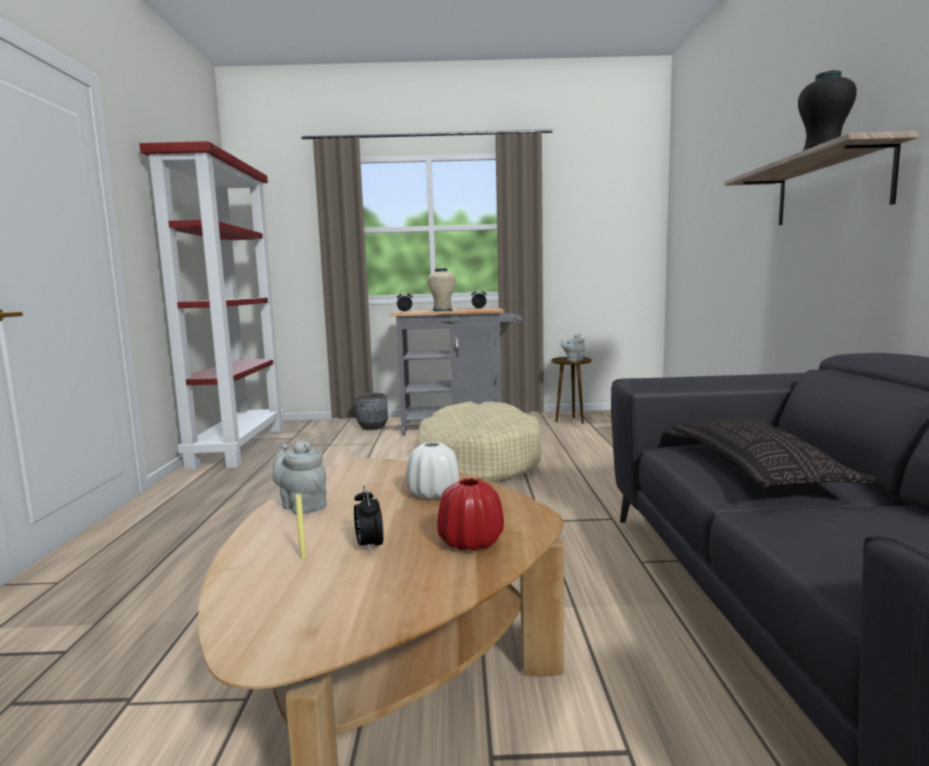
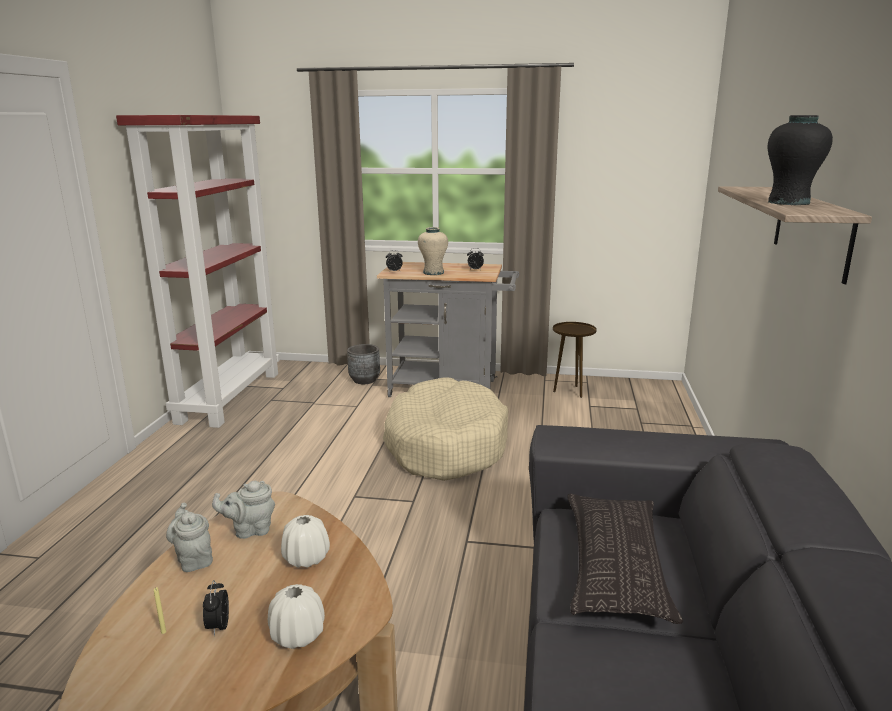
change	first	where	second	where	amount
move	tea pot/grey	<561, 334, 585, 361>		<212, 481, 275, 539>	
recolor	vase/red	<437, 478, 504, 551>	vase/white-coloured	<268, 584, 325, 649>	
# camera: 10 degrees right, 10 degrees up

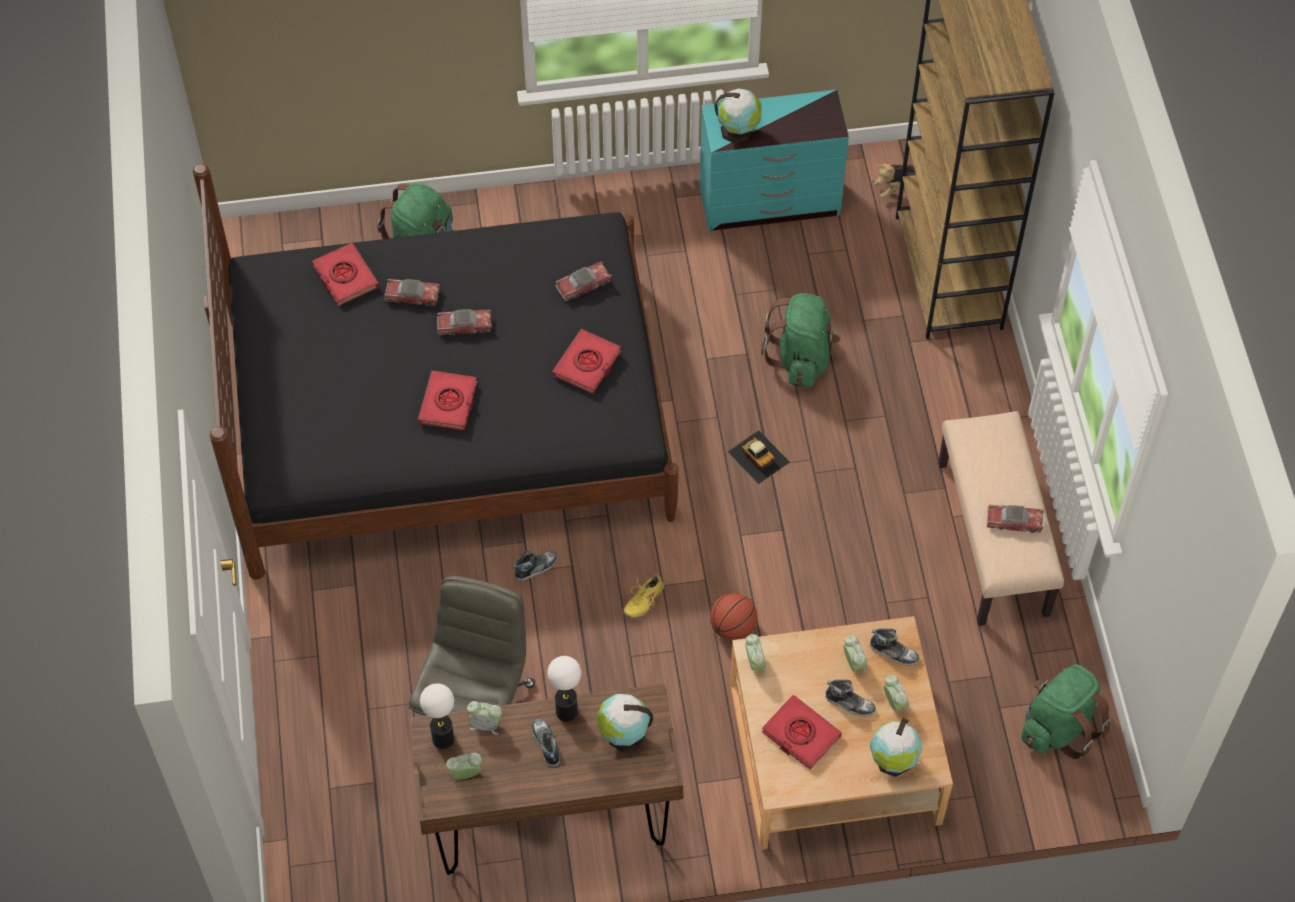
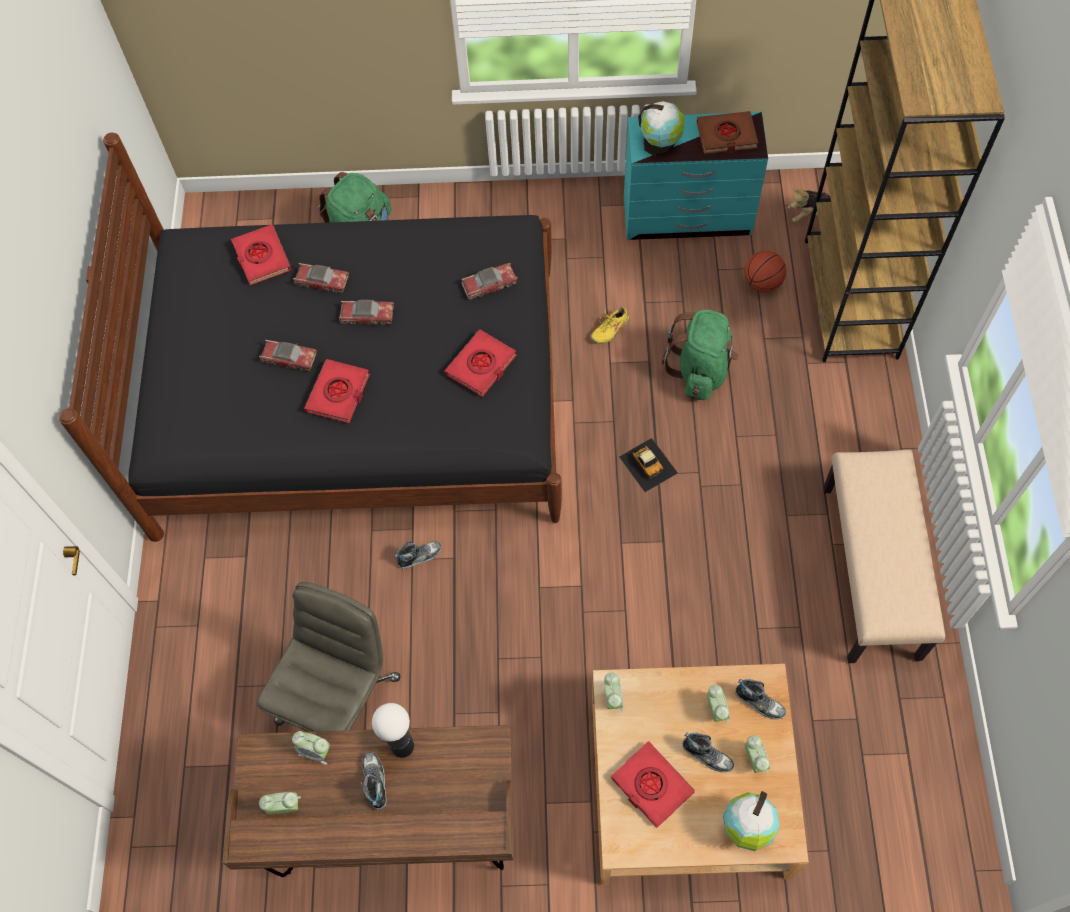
change	first	where	second	where	amount
move	model car	<987, 505, 1044, 533>		<259, 340, 317, 371>	
move	item of footwear/yellow-coloured	<623, 574, 665, 618>		<590, 306, 629, 344>	
insert			volume/brownish	<696, 111, 758, 154>	
move	basketball ball	<710, 593, 757, 640>		<744, 251, 786, 292>	
delete	lamp for a table	<420, 683, 454, 749>			
delete	globe	<596, 694, 653, 753>			
delete	backpack/green	<1021, 664, 1111, 759>			
# camera: 10 degrees right, 5 degrees up

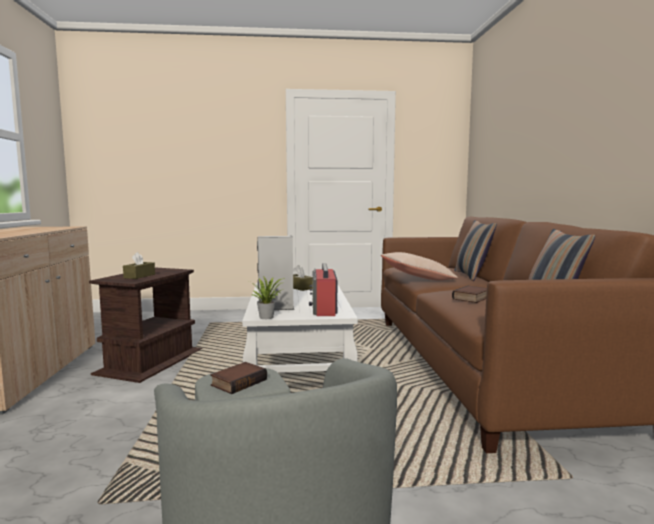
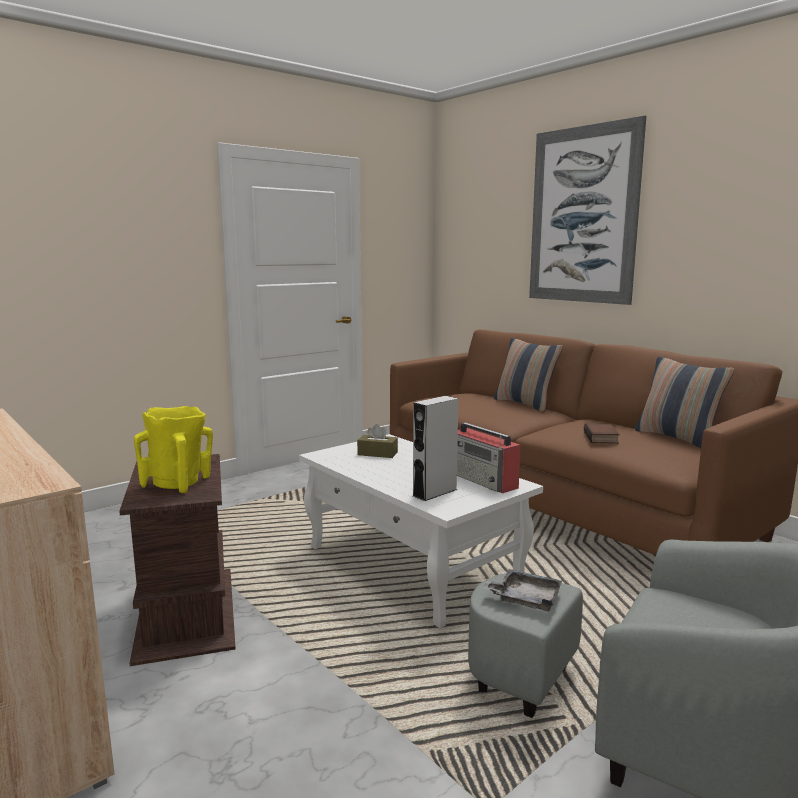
change	first	where	second	where	amount
replace	tissue box/brownish	<123, 252, 155, 279>	vase/yellow-coloured	<134, 406, 213, 493>	
replace	volume	<210, 362, 267, 394>	tray/grey	<482, 569, 562, 611>	
insert			wall picture	<529, 115, 646, 305>	
delete	plant in a pot	<249, 277, 285, 319>			
delete	throw pillow/beige-coloured	<381, 252, 458, 280>			
# camera: 35 degrees left, 5 degrees up

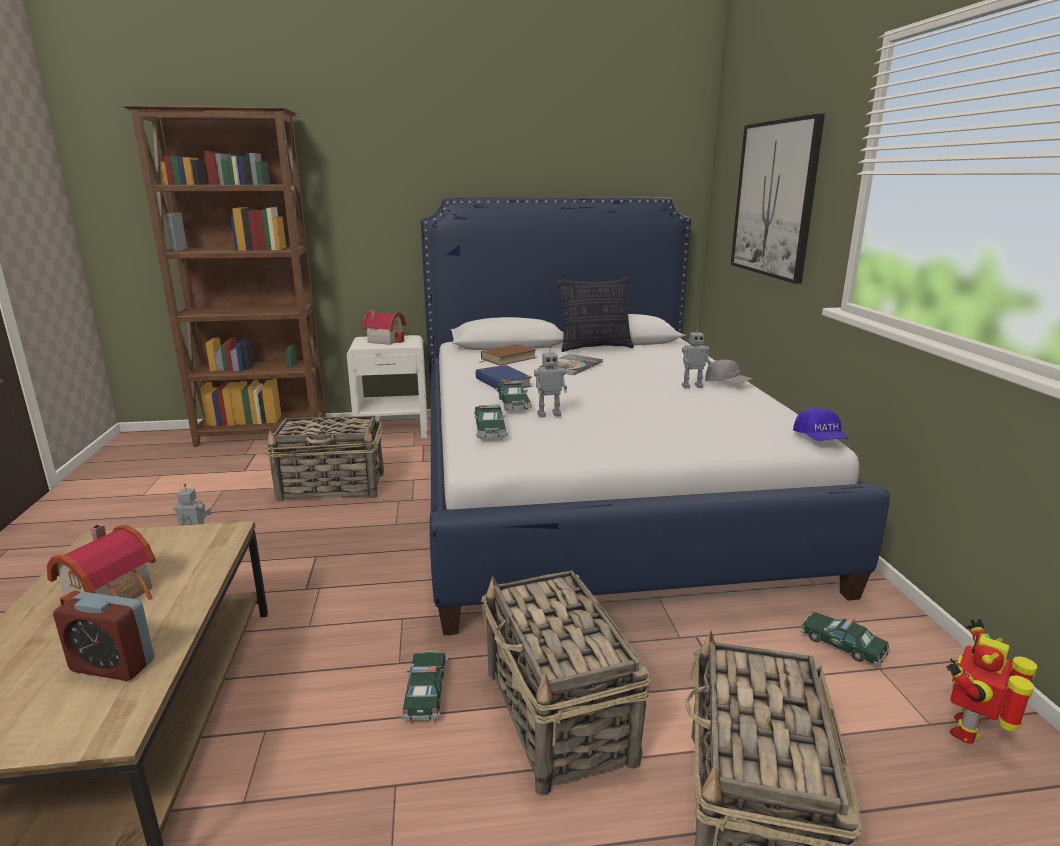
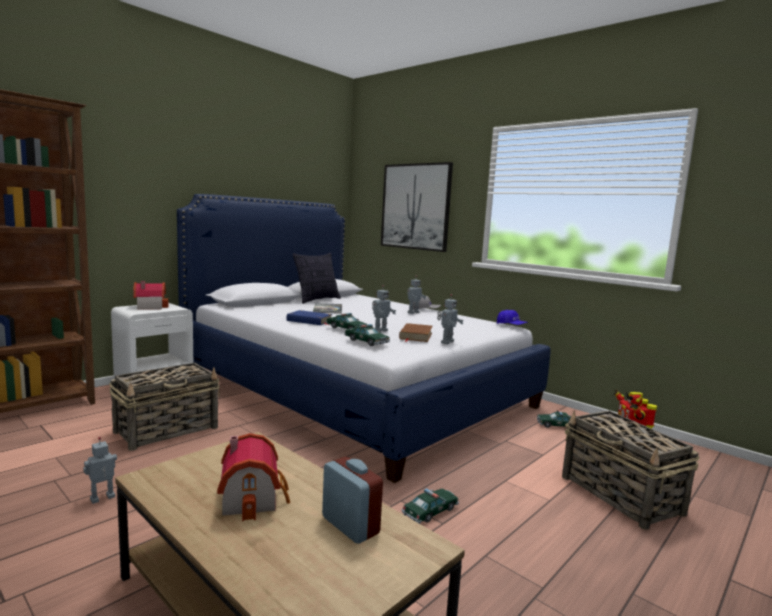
change	first	where	second	where	amount
rotate	bedside clock	<53, 592, 155, 681>		<322, 457, 383, 544>	105 degrees counterclockwise
move	volume/brownish	<479, 344, 536, 366>		<399, 323, 432, 342>	
rotate	model car	<401, 651, 447, 722>		<402, 488, 459, 524>	90 degrees clockwise
insert			robot figure	<437, 294, 464, 344>	
delete	storage basket	<481, 570, 651, 796>			
# camera: 40 degrees left, 10 degrees down

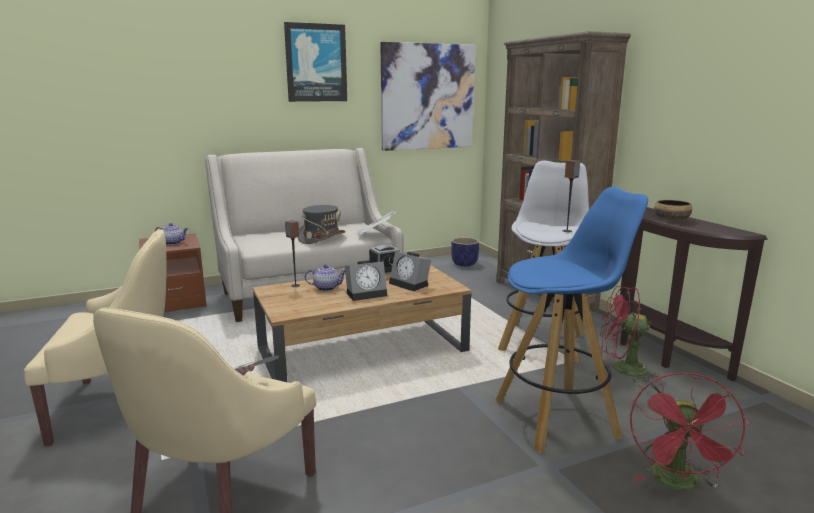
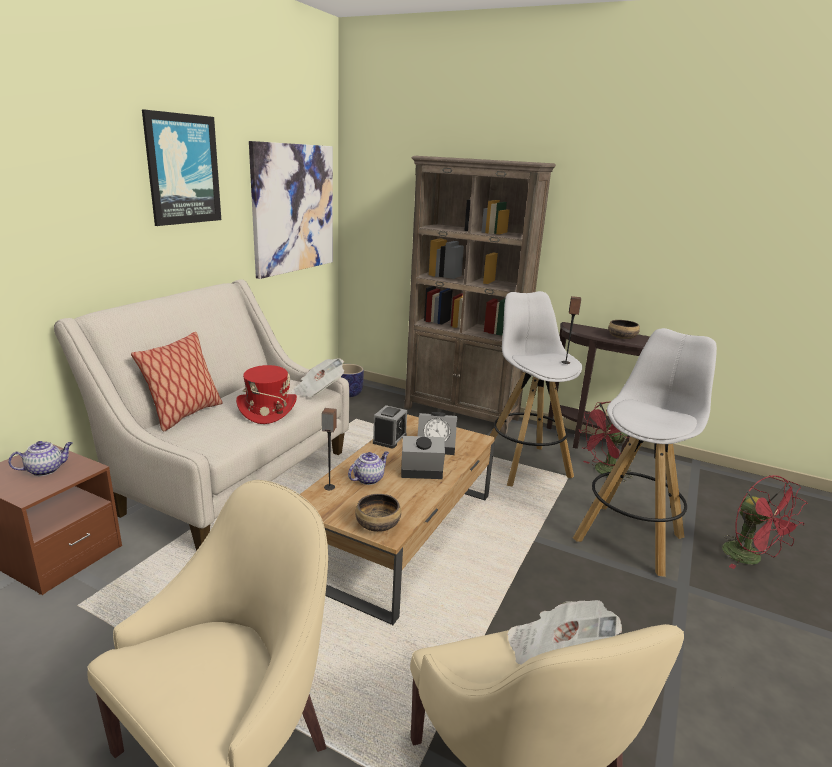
change	first	where	second	where	amount
insert			throw pillow	<131, 332, 223, 431>	
recolor	clothing hat/grey	<297, 205, 345, 244>	clothing hat/red	<236, 365, 297, 424>	
insert			serving bowl	<355, 494, 401, 532>	
rotate	bedside clock	<345, 260, 387, 301>		<401, 436, 445, 479>	120 degrees counterclockwise
recolor	stool/blue	<495, 187, 648, 453>	stool/white-coloured	<573, 328, 717, 577>	
# camera: 40 degrees left, 5 degrees up

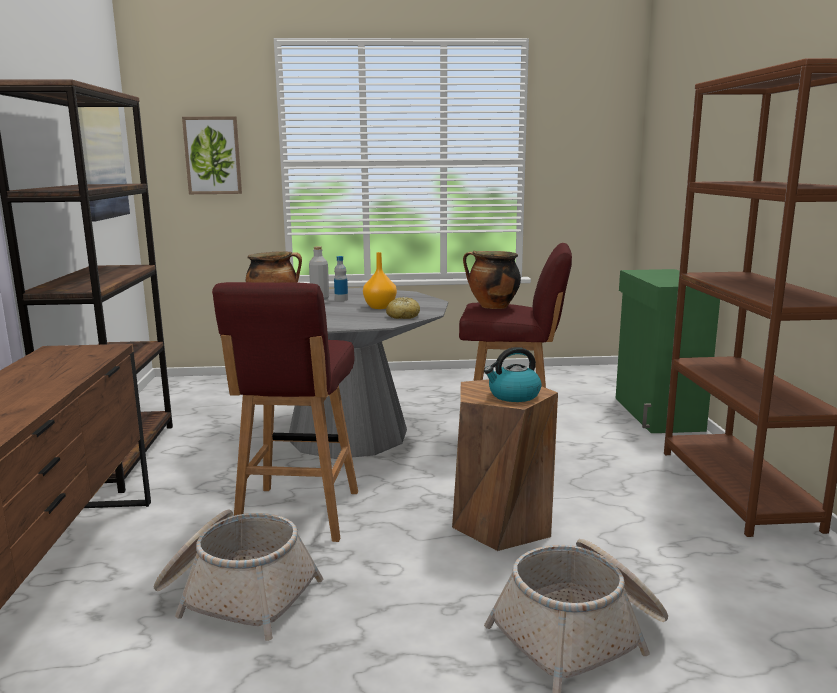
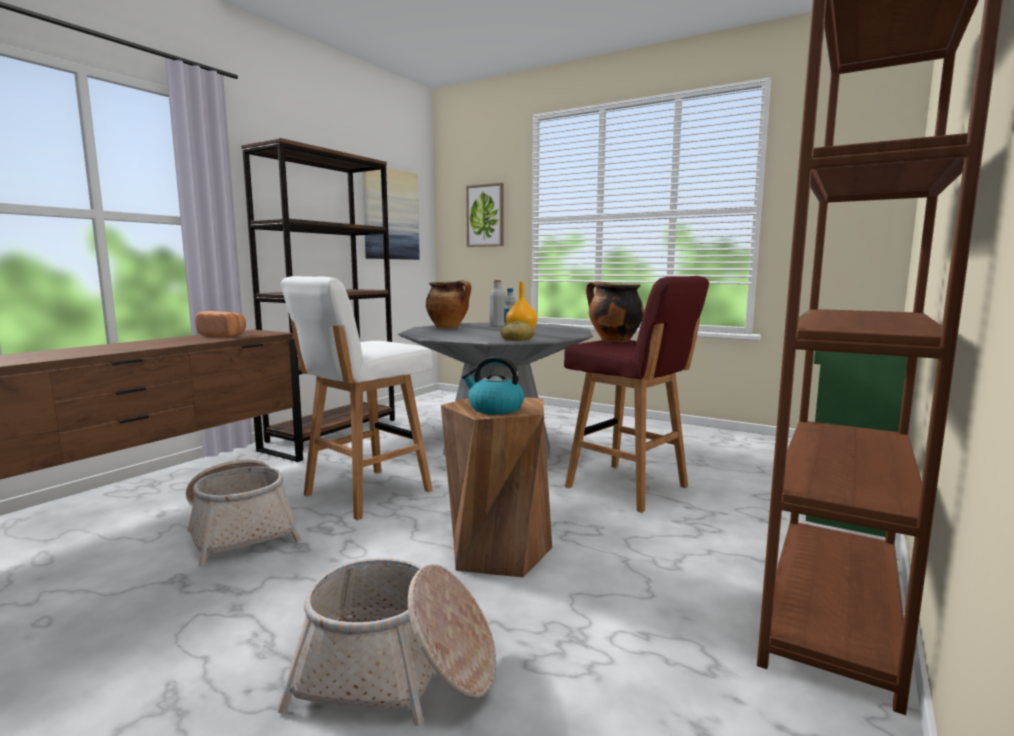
change	first	where	second	where	amount
insert			bread	<195, 311, 246, 337>	
recolor	stool/red	<212, 282, 358, 542>	stool/white-coloured	<281, 276, 433, 520>	
# camera: 35 degrees right, 5 degrees down

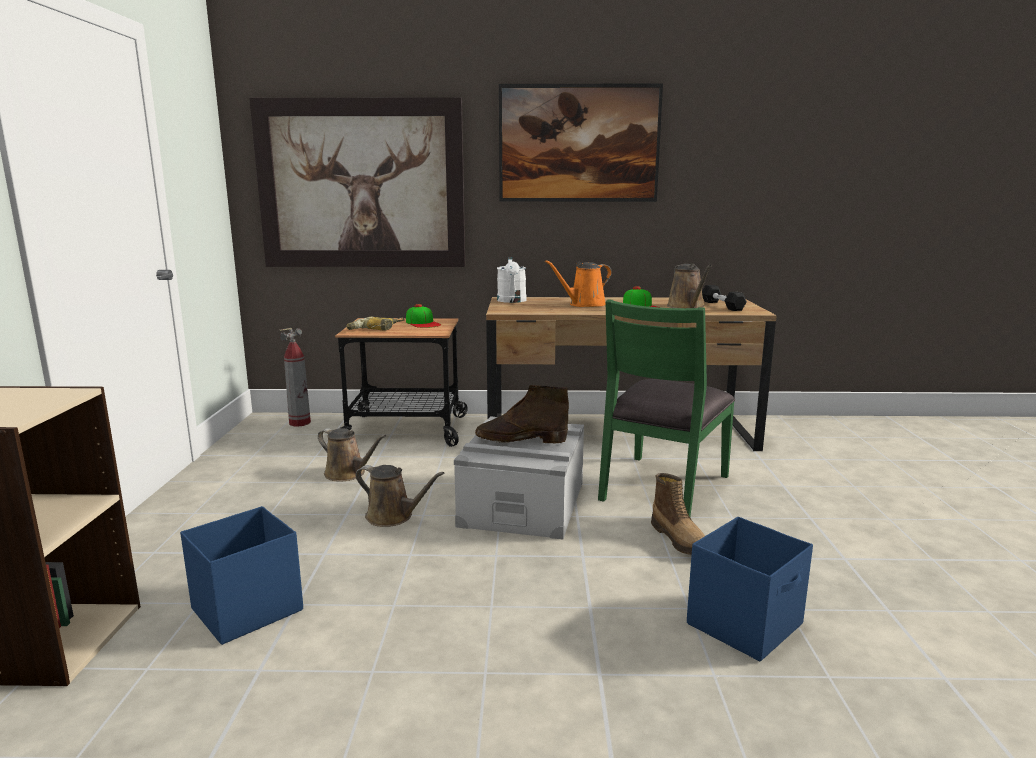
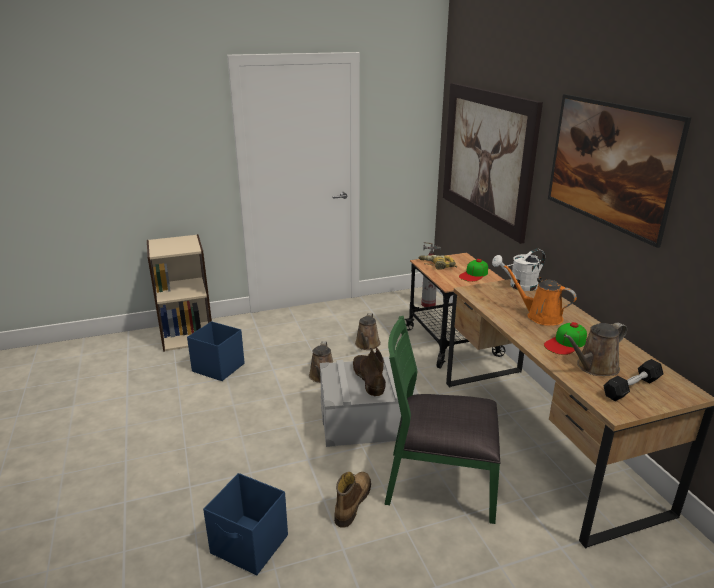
change	first	where	second	where	amount
rotate	boot	<651, 473, 705, 555>		<334, 472, 371, 528>	150 degrees clockwise
# camera: 70 degrees right, 10 degrees up

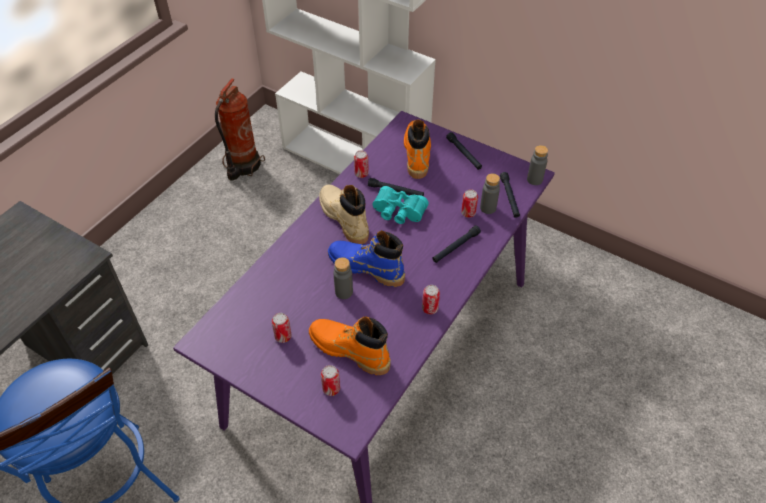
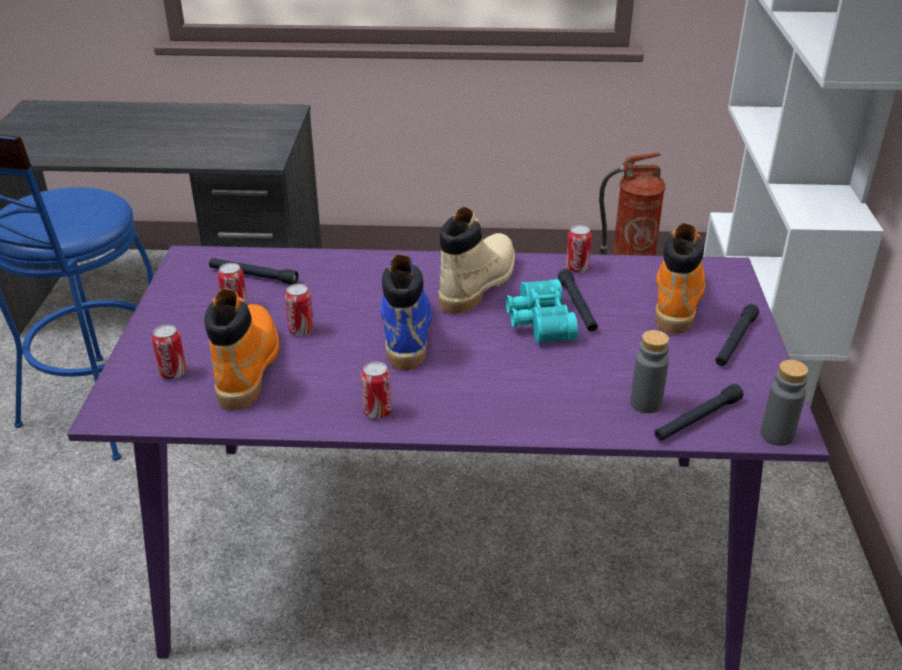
change	first	where	second	where	amount
move	torch/black-coloured	<433, 226, 481, 263>		<209, 258, 298, 285>	
move	sealed can	<461, 189, 478, 218>		<285, 284, 314, 336>	
rotate	boot/orange	<404, 119, 431, 179>		<655, 223, 705, 334>	45 degrees counterclockwise
delete	beverage bottle/grey	<334, 257, 353, 299>			
# camera: 60 degrees right, 15 degrees down

